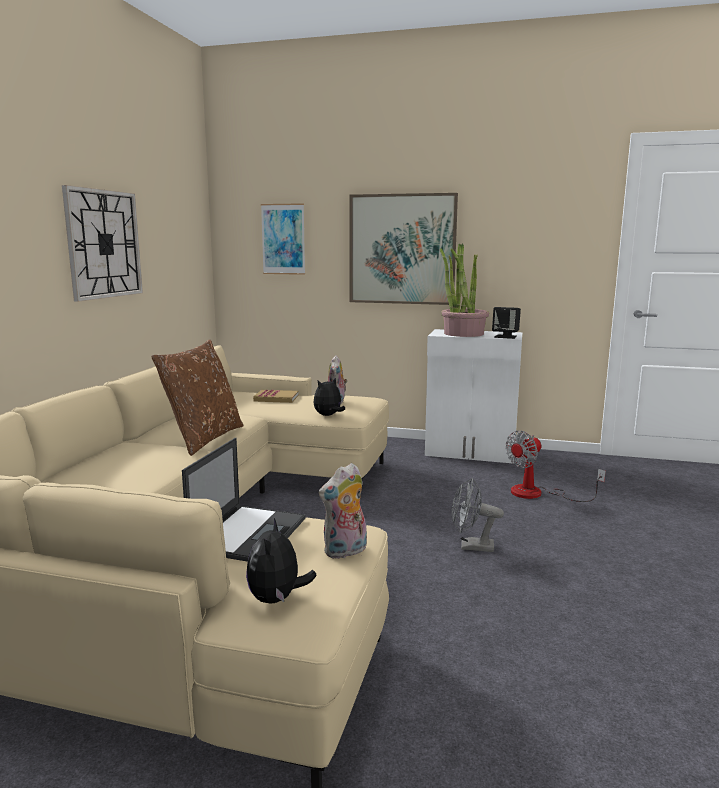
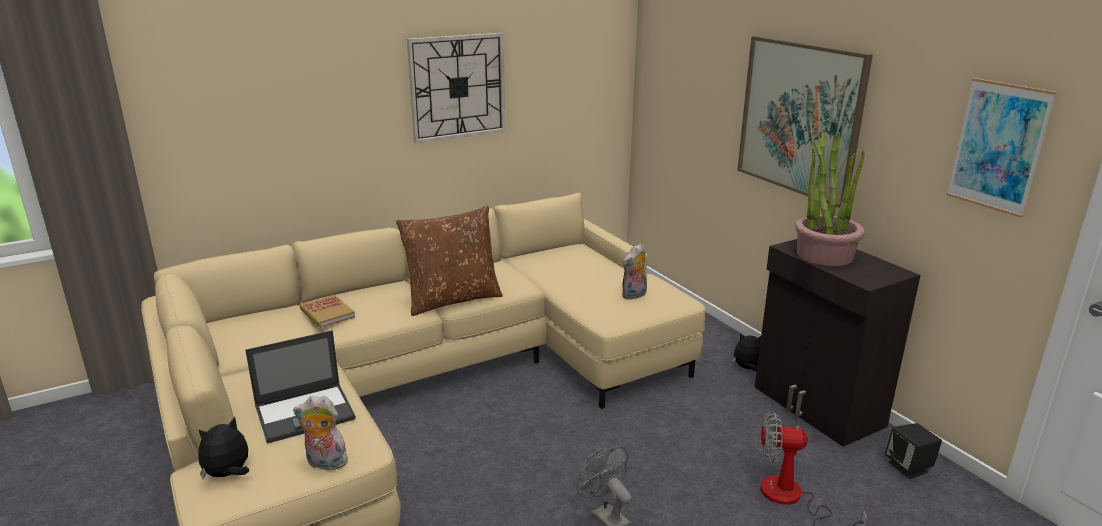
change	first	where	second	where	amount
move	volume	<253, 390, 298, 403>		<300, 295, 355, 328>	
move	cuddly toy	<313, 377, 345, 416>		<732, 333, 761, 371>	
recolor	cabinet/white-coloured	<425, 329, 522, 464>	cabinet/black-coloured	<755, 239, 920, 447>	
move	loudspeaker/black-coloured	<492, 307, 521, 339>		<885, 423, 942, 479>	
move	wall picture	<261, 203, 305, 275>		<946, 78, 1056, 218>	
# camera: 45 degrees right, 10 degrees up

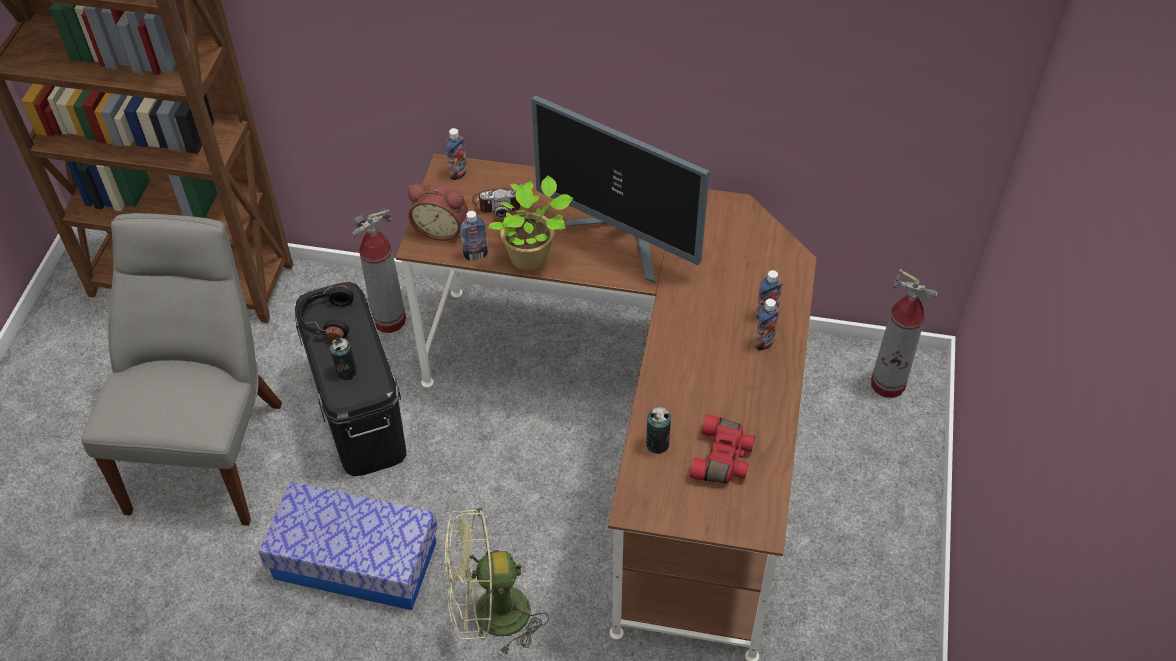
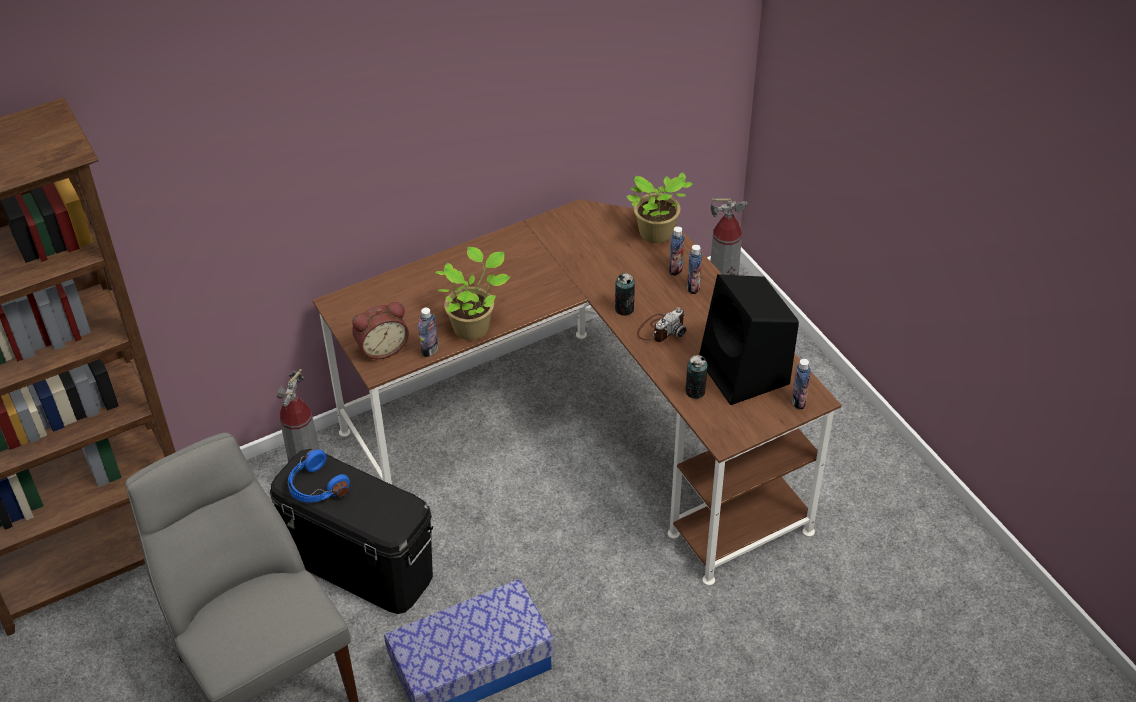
change	first	where	second	where	amount
recolor	headset/black-coloured	<296, 285, 354, 342>	headset/blue	<288, 449, 350, 503>	
move	sealed can	<330, 338, 357, 380>		<615, 273, 635, 316>	
insert			plant in a pot	<626, 172, 692, 243>	
move	still camera	<472, 188, 520, 218>		<637, 308, 686, 342>	
replace	binoculars/red	<690, 414, 755, 483>	loudspeaker/black-coloured	<699, 274, 799, 405>	
move	beverage bottle	<446, 128, 467, 180>		<792, 359, 811, 409>	
delete	cooling fan/green	<445, 507, 549, 656>			
delete	monitor	<531, 95, 709, 283>			
# camera: 40 degrees left, 5 degrees down

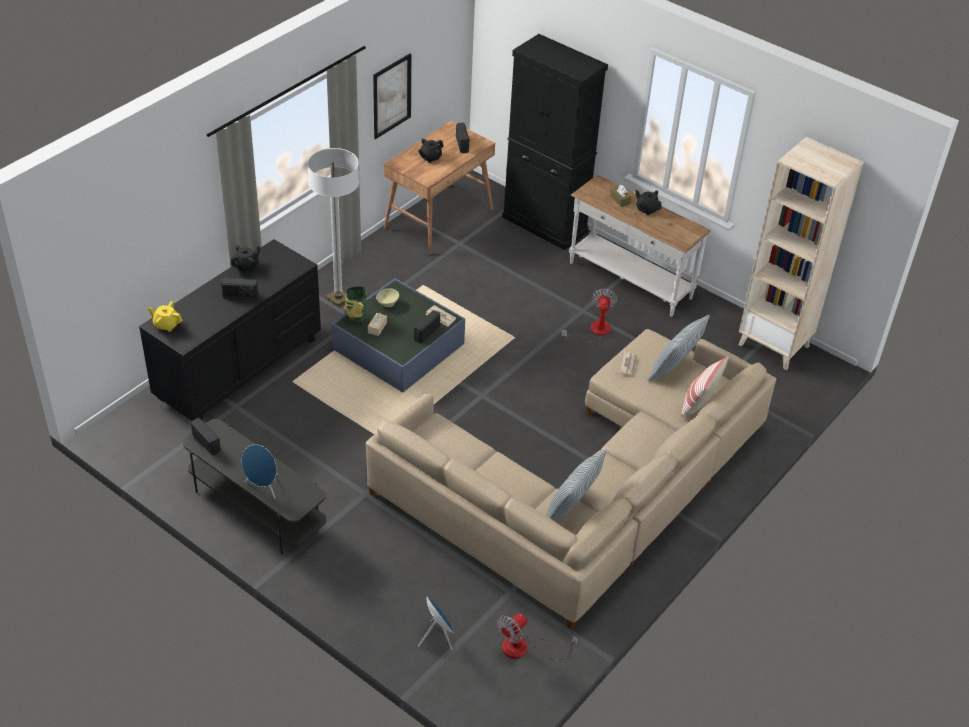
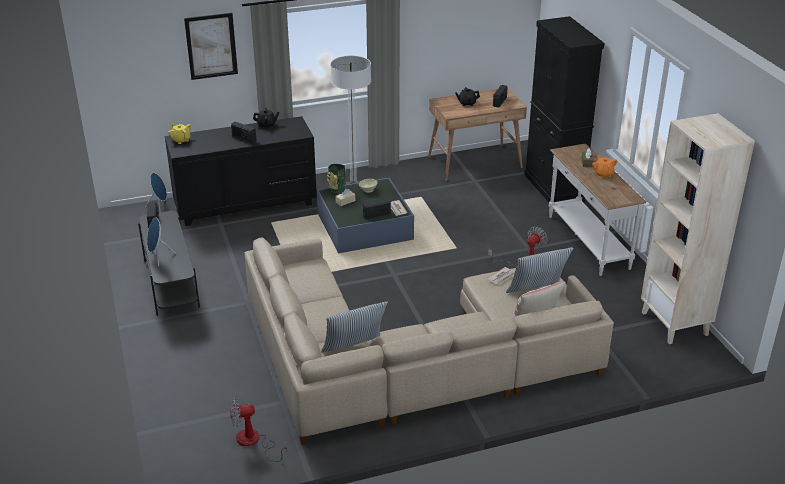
change	first	where	second	where	amount
move	loudspeaker/blue	<418, 597, 454, 650>		<145, 173, 167, 213>	
move	wall picture	<373, 53, 411, 139>		<184, 13, 238, 80>	
recolor	tea pot/black-coloured	<635, 190, 662, 215>	tea pot/orange	<592, 155, 617, 178>	
# camera: 35 degrees right, 10 degrees down

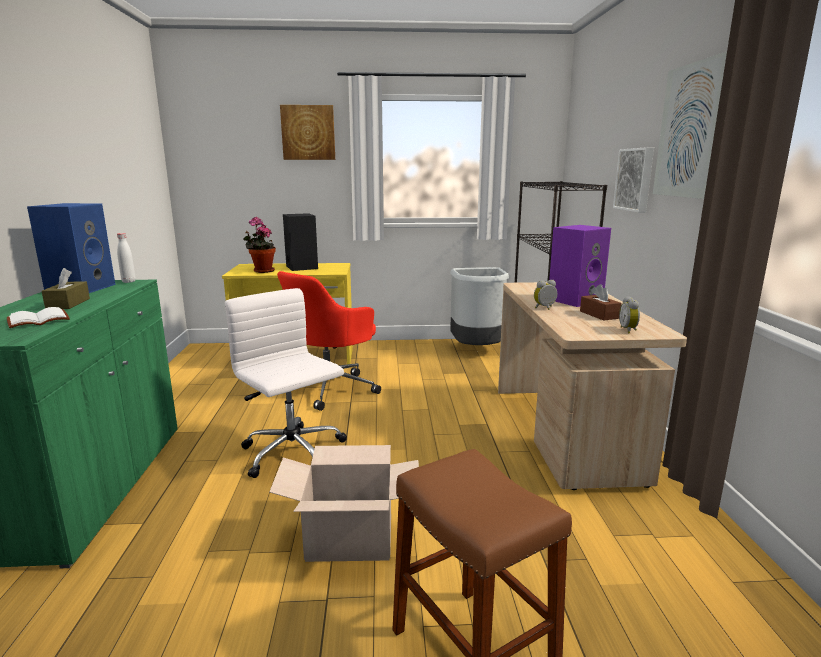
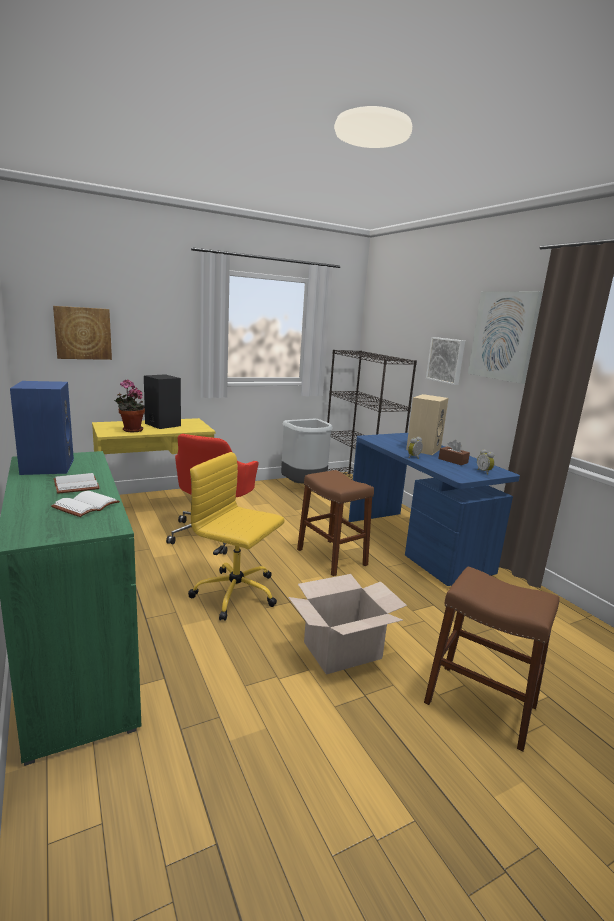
change	first	where	second	where	amount
move	wall picture	<280, 105, 335, 160>		<53, 306, 112, 360>	
replace	tissue box/brownish	<42, 268, 90, 309>	volume/white-coloured	<54, 473, 100, 494>	
recolor	computer chair/white-coloured	<225, 288, 347, 478>	computer chair/yellow-coloured	<188, 452, 285, 621>	
insert			stool/brownish	<297, 470, 374, 576>	
recolor	desk table/beige-coloured	<498, 282, 687, 490>	desk table/blue	<349, 433, 520, 586>	
recolor	loudspeaker/purple-coloured	<549, 225, 611, 307>	loudspeaker/beige-coloured	<406, 394, 449, 455>	
delete	beverage bottle/white-coloured	<117, 233, 136, 283>			
# camera: 25 degrees left, 0 degrees up

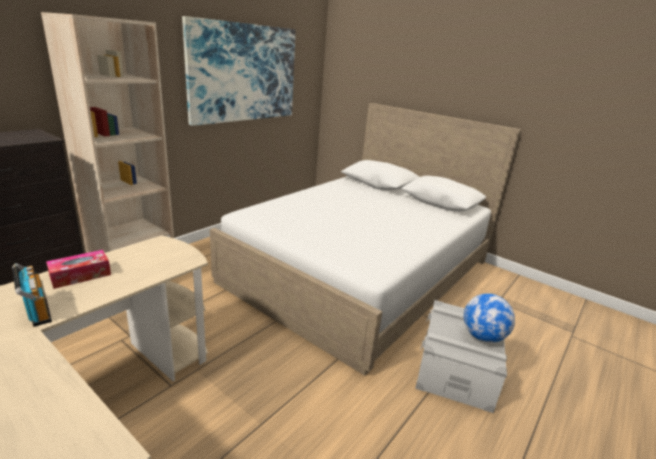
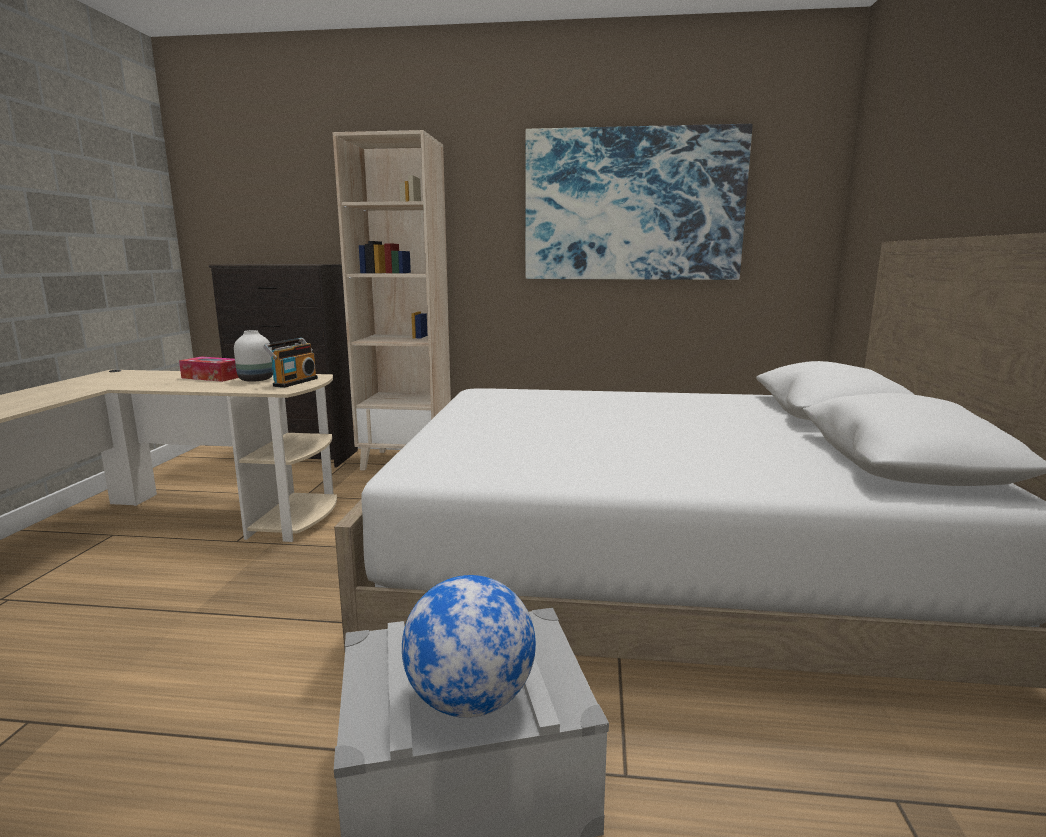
change	first	where	second	where	amount
insert			vase/white-coloured	<234, 330, 273, 382>	
move	radio receiver	<12, 263, 52, 327>		<263, 338, 318, 388>	
# camera: 60 degrees right, 10 degrees down

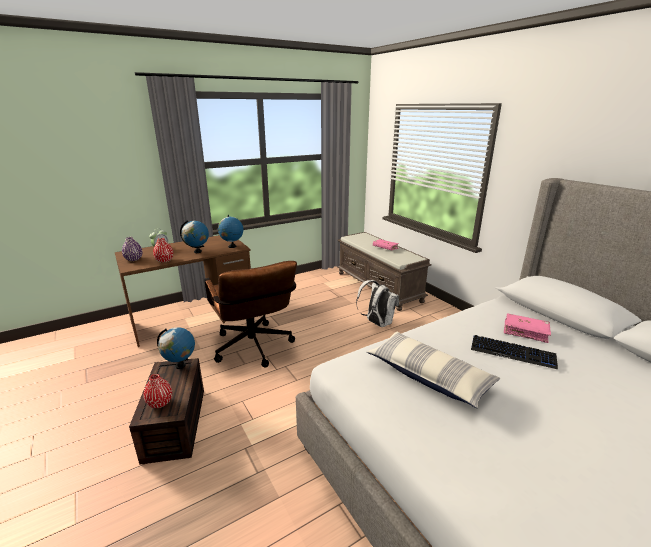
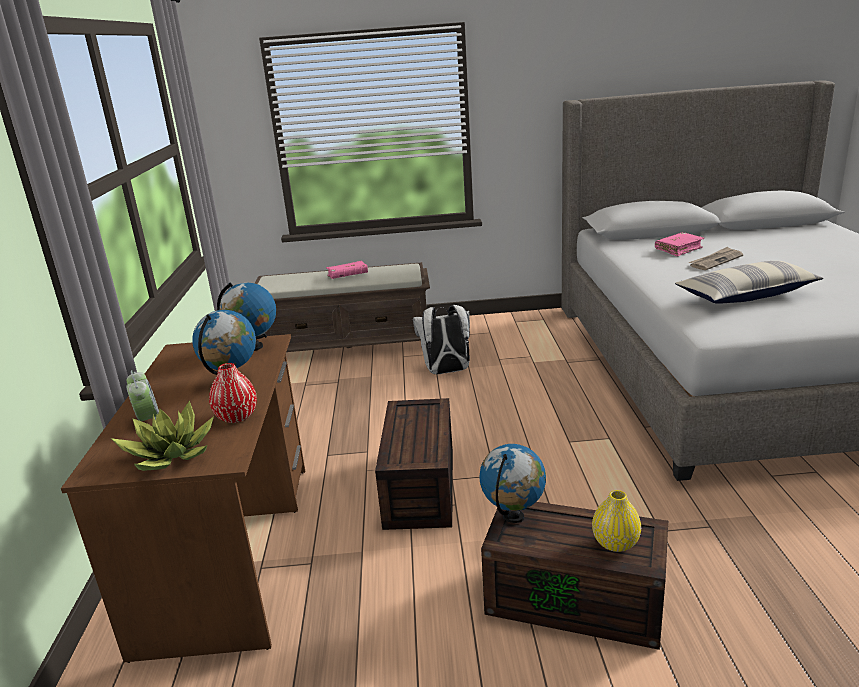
change	first	where	second	where	amount
replace	vase/purple-coloured	<122, 237, 143, 261>	plant in a pot	<111, 401, 214, 471>	
replace	computer chair/brownish	<204, 261, 297, 368>	storage box/brownish	<375, 398, 453, 530>	
recolor	vase/red	<143, 374, 172, 408>	vase/yellow-coloured	<592, 490, 641, 552>	
replace	keyboard	<471, 335, 558, 369>	daily paper	<688, 247, 743, 270>	
# camera: 60 degrees left, 0 degrees up

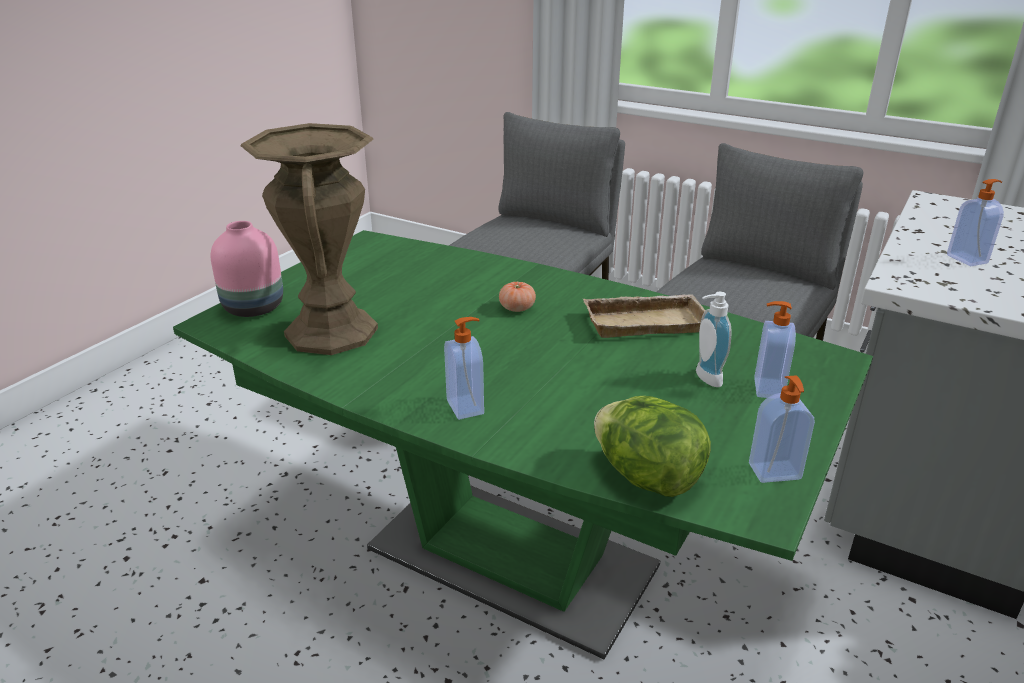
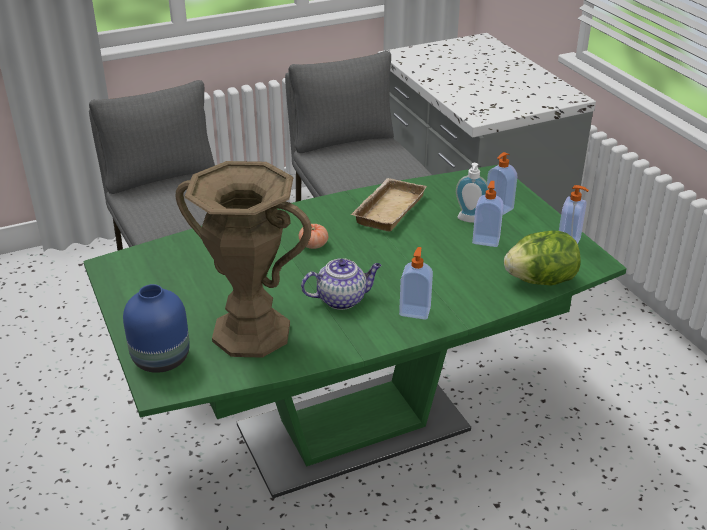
change	first	where	second	where	amount
recolor	vase/pinkish	<211, 221, 283, 317>	vase/blue	<123, 284, 190, 373>	
insert			tea pot	<301, 258, 382, 310>	
move	liquid soap bottle	<947, 179, 1004, 266>		<472, 181, 504, 247>	
# camera: 55 degrees left, 5 degrees up

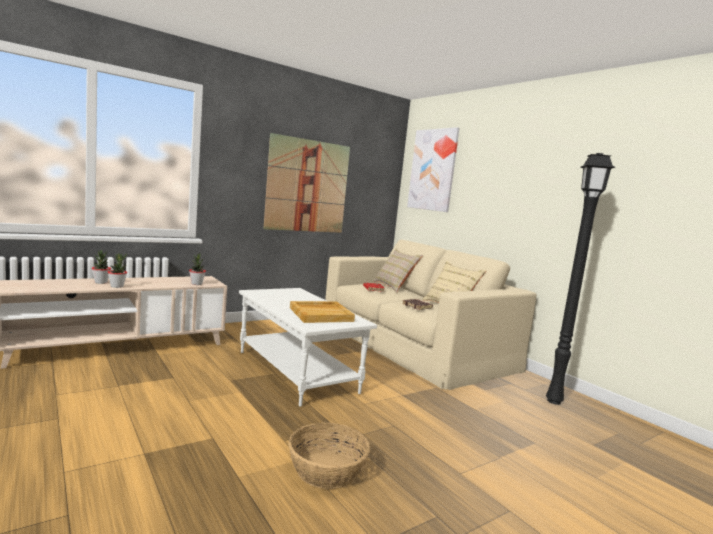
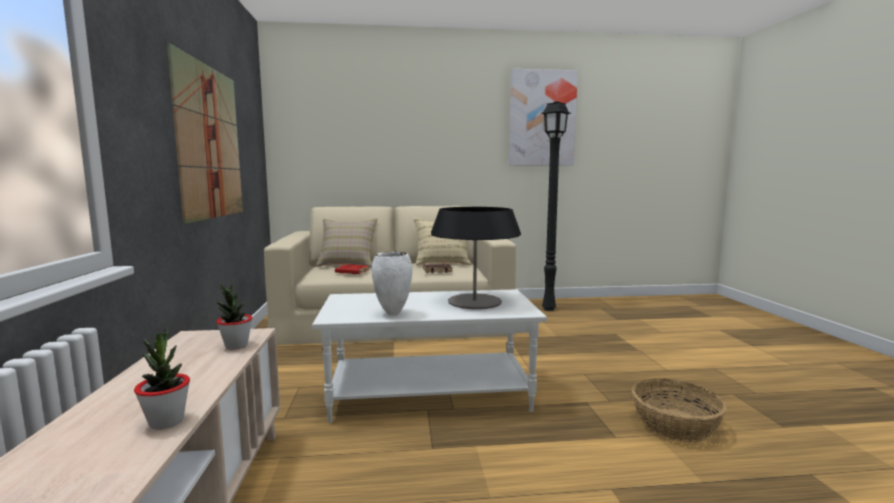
change	first	where	second	where	amount
insert			vase/white-coloured	<372, 252, 412, 316>	
replace	tray/beige-coloured	<290, 301, 355, 323>	lamp for a table	<431, 207, 521, 309>	
move	wall picture	<407, 127, 459, 212>		<509, 69, 578, 166>	
delete	plant in a pot	<91, 250, 111, 284>			
# camera: 60 degrees left, 0 degrees up

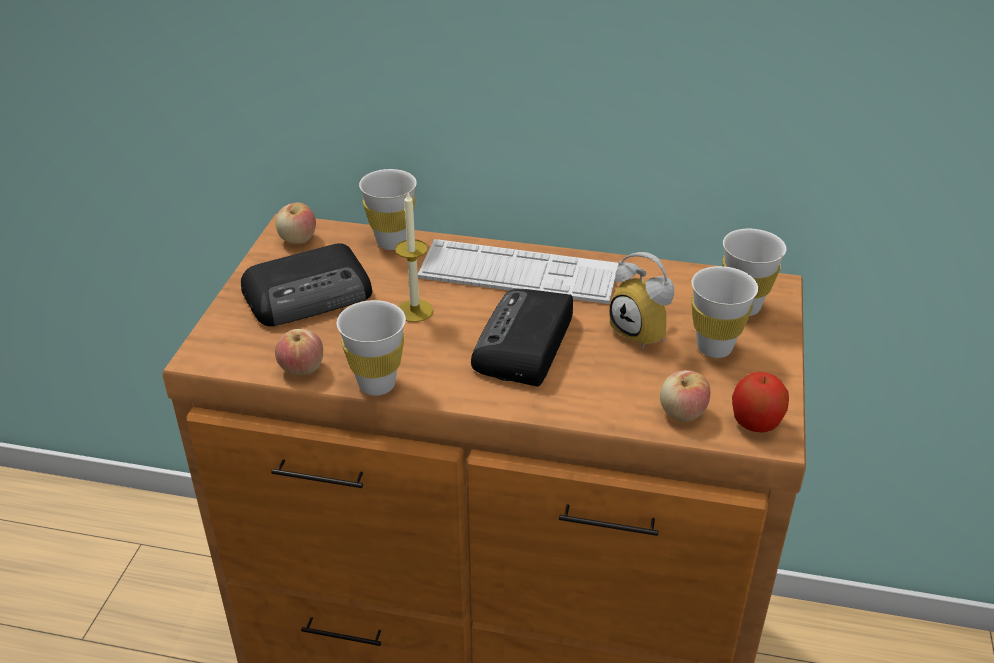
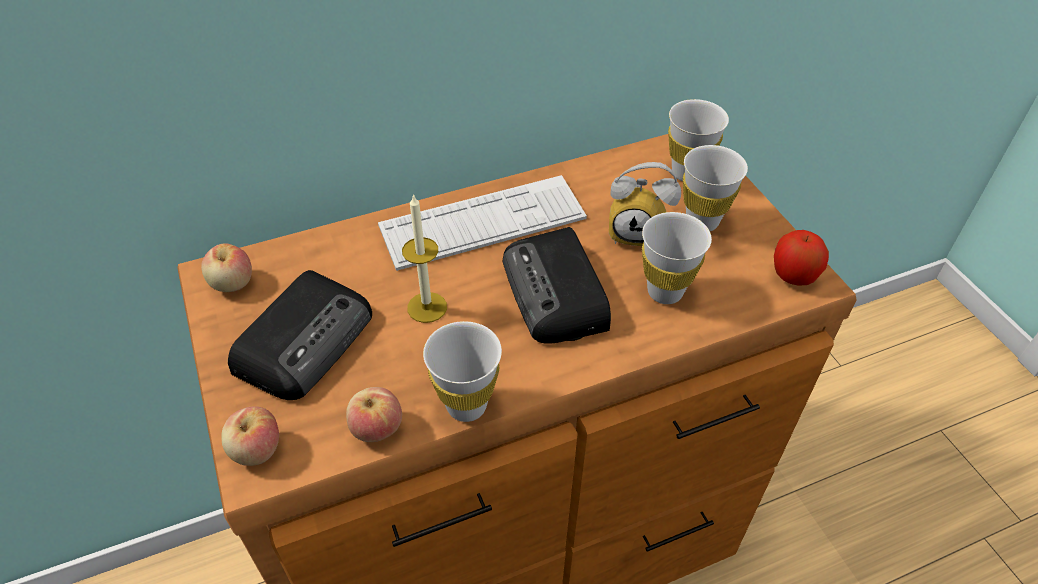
change	first	where	second	where	amount
move	apple	<660, 370, 710, 422>		<221, 407, 279, 466>	
move	drinking cup/white-coloured	<359, 169, 417, 250>		<642, 212, 712, 304>	
# camera: 35 degrees left, 10 degrees up

